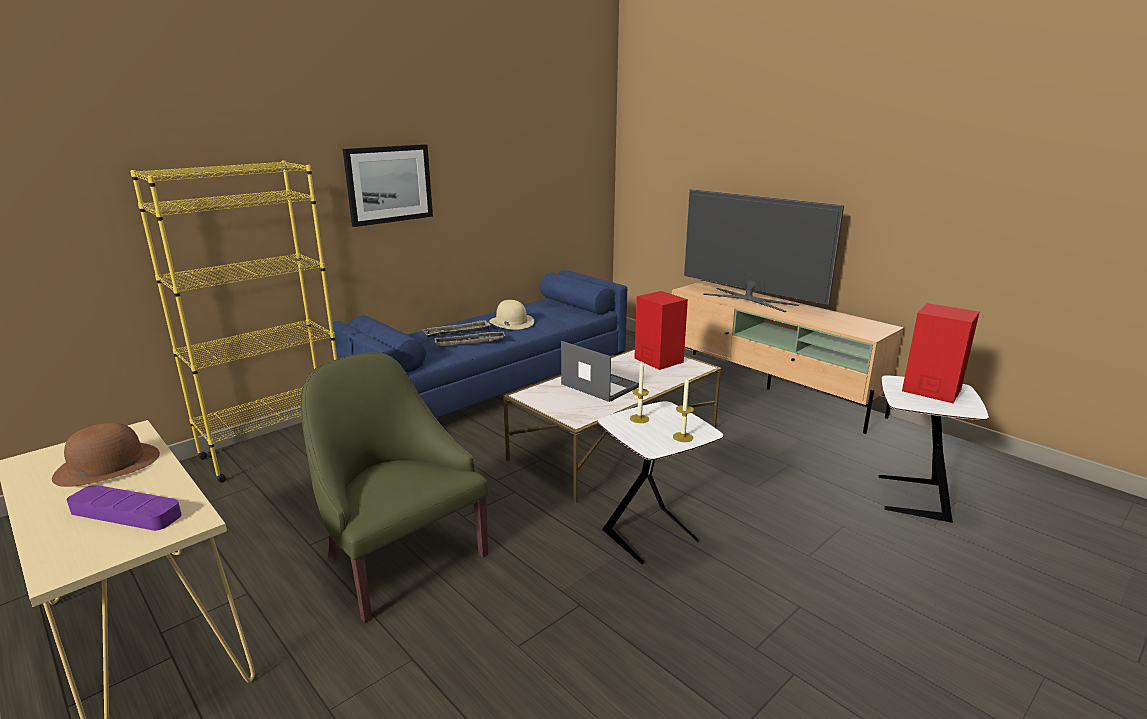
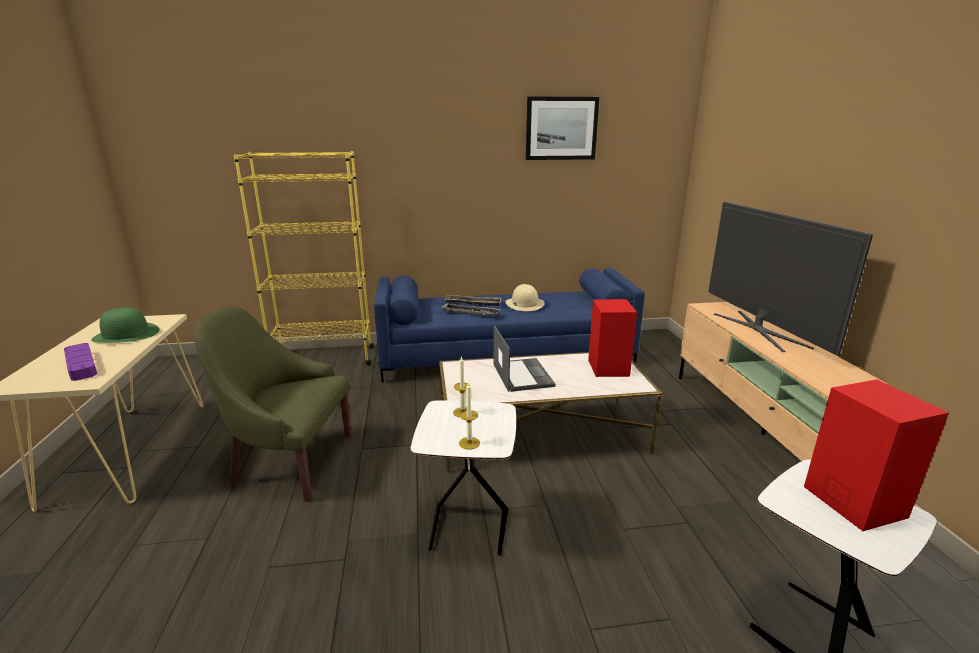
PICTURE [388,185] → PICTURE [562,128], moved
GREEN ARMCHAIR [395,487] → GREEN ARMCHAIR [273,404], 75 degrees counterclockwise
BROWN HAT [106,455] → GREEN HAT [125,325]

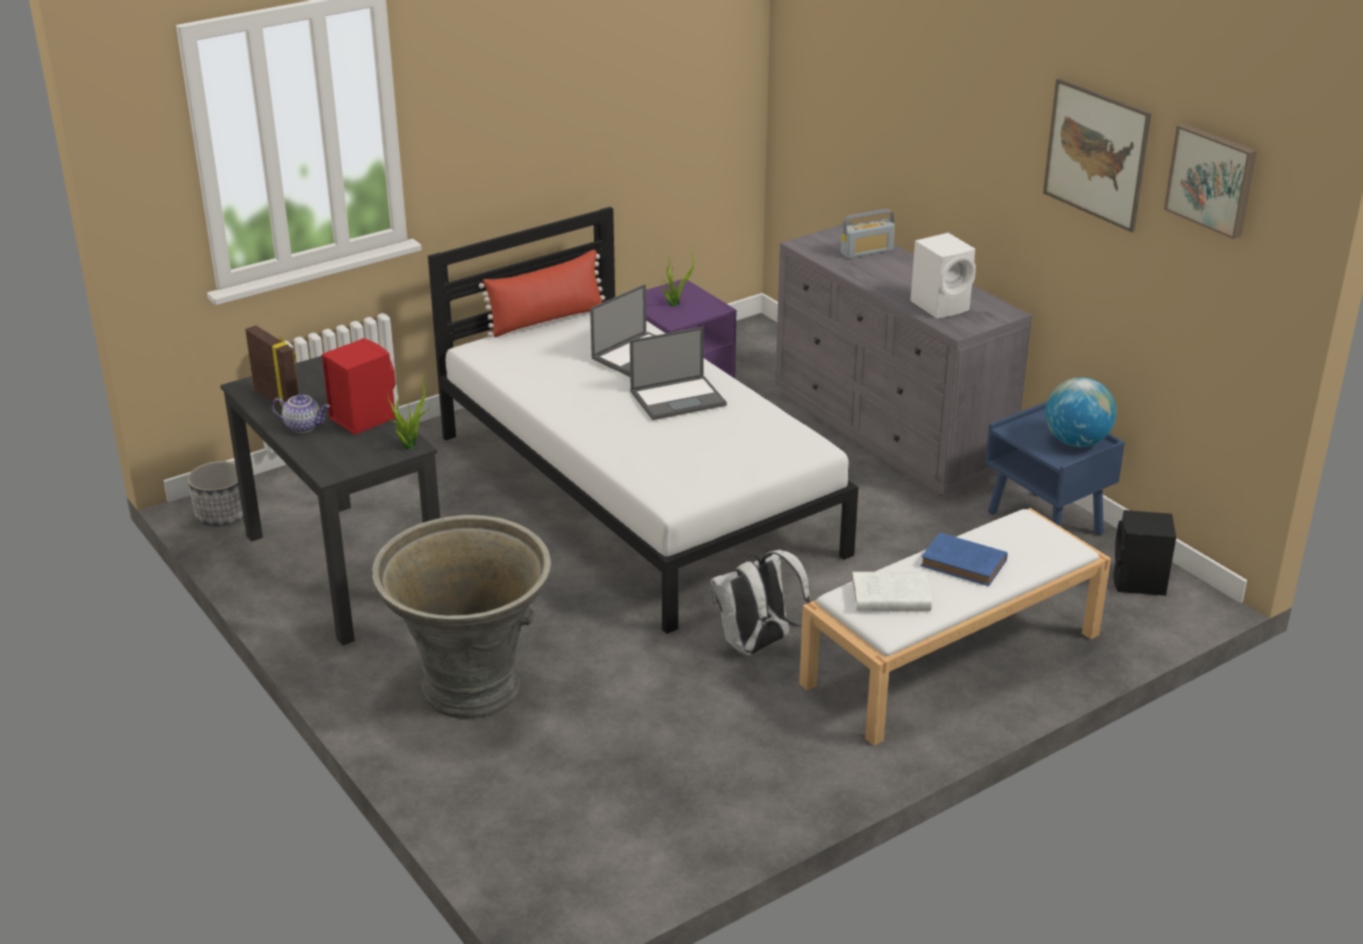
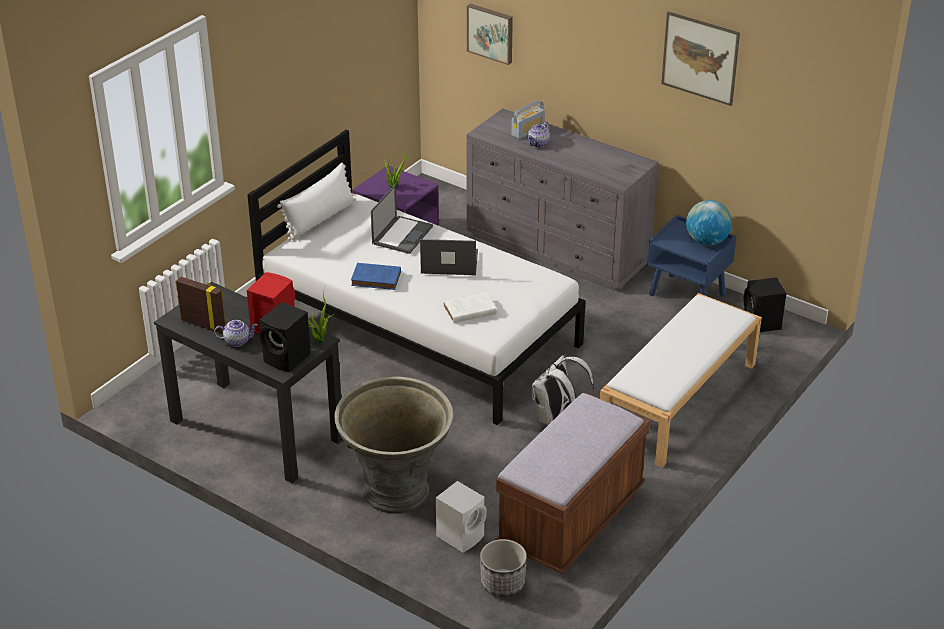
PICTURE [1210,181] → PICTURE [490,34], moved
WHITE SPEAKER [943,275] → WHITE SPEAKER [461,517], moved
RED PILLOW [542,293] → WHITE PILLOW [316,202]
LAPTOP [678,373] → LAPTOP [449,257], 135 degrees counterclockwise
PLANTER [215,493] → PLANTER [503,568], moved
BLUE BOOK [964,559] → BLUE BOOK [376,276], moved
WHITE BOOK [892,591] → WHITE BOOK [470,307], moved
- → TEAPOT [538,134]
- → BLACK SPEAKER [285,337]
- → BROWN BENCH [573,483]

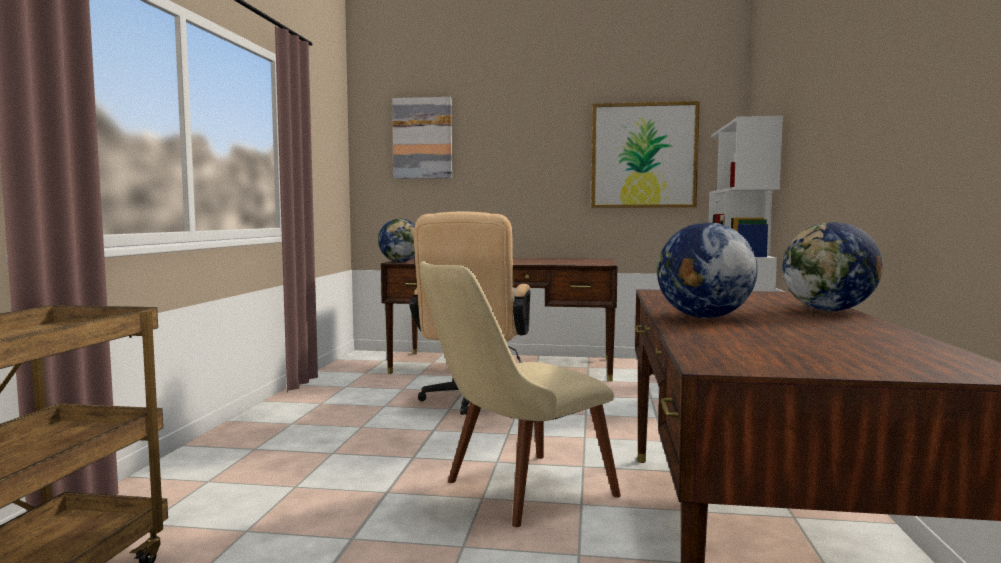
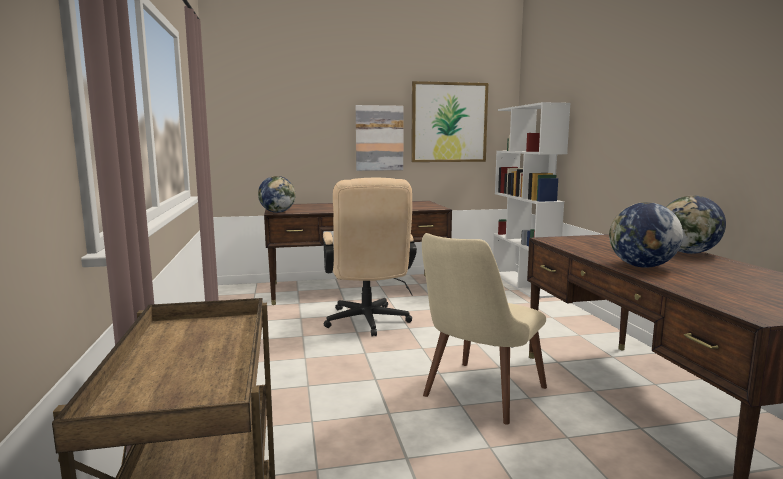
PICTURE [422,138] → PICTURE [380,138], moved

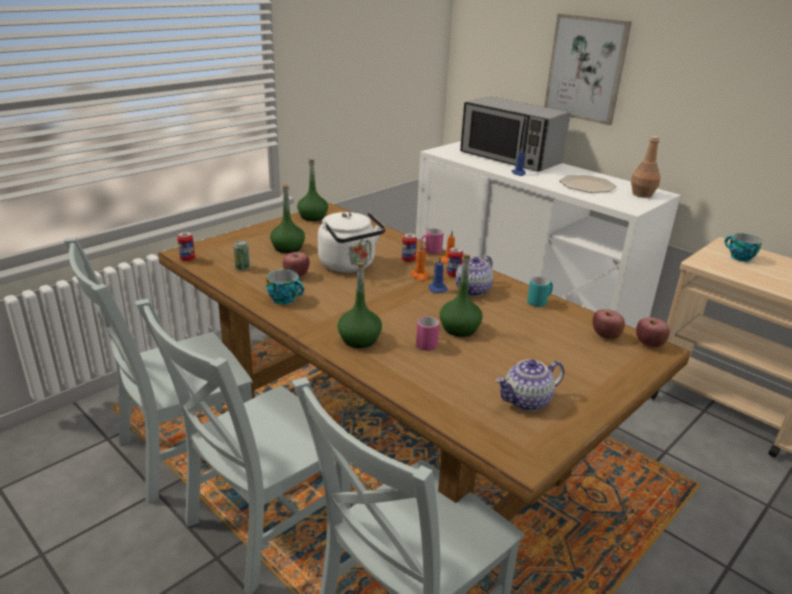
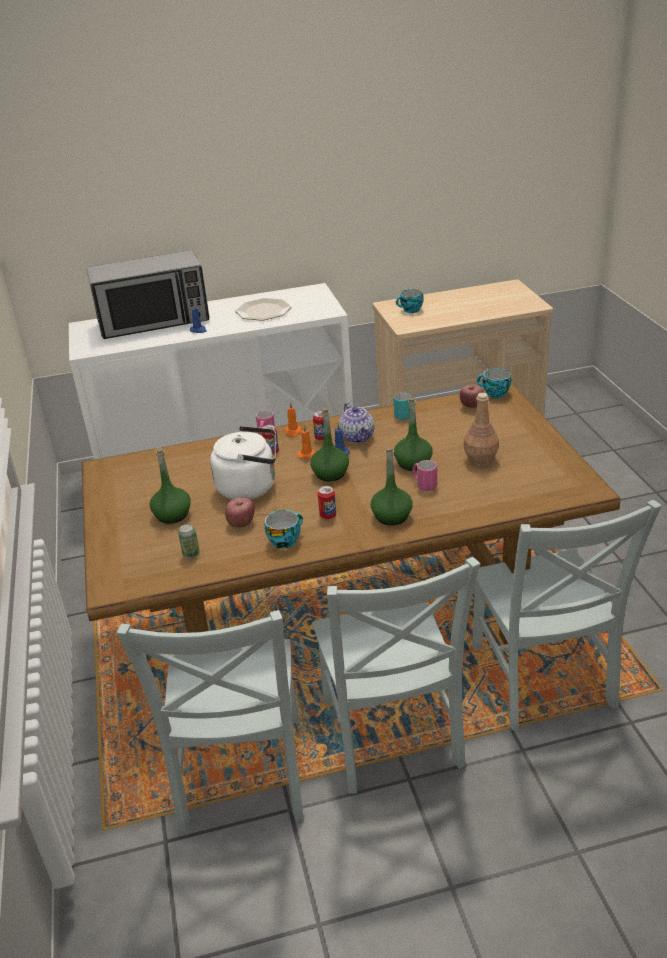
PICTURE [588,69] → -
BROWN BOTTLE [646,167] → BROWN BOTTLE [481,429], moved
GREEN BOTTLE [312,190] → GREEN BOTTLE [329,444], moved
CAN [186,247] → CAN [327,502], moved
APPLE [652,332] → CUP [494,383]
TEAPOT [530,385] → -

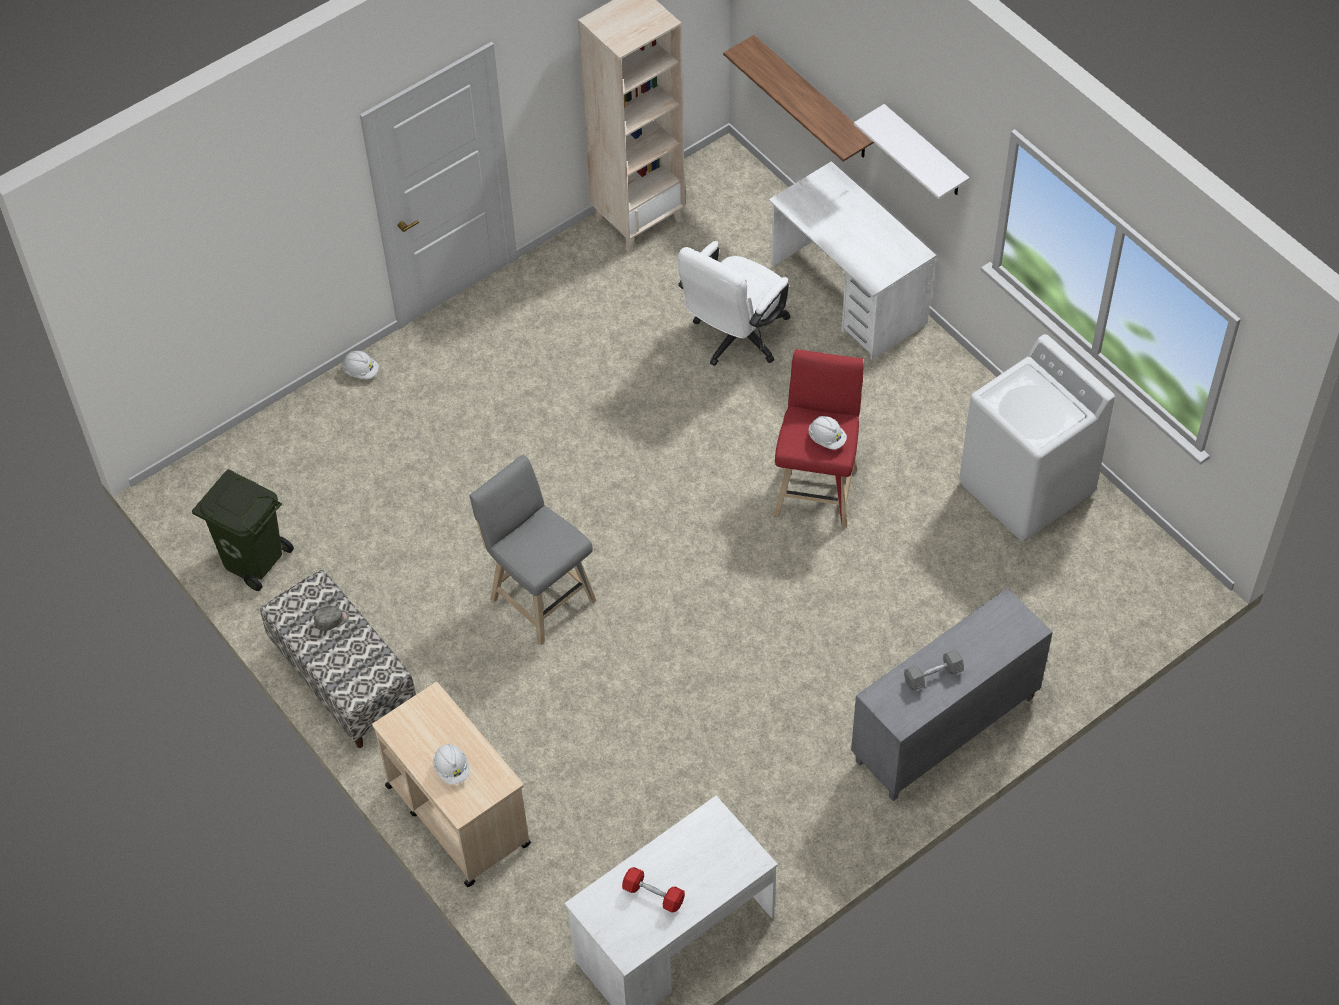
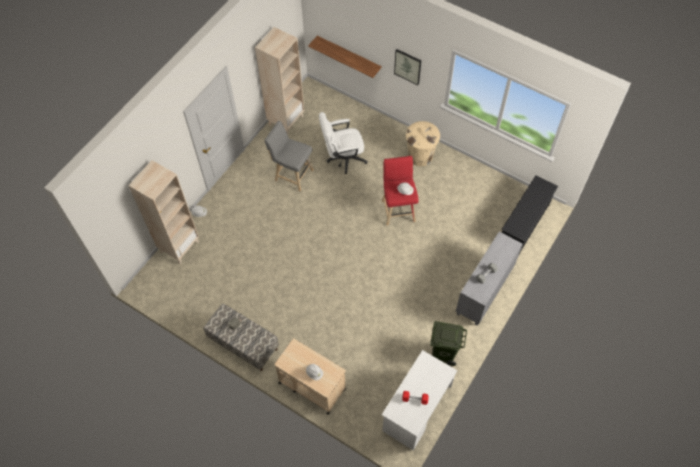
WHITE SHELF [911,151] → PICTURE [407,67]
WHITE DESK [853,260] → -
WHITE OFFICE CHAIR [734,303] → WHITE OFFICE CHAIR [343,143], 60 degrees clockwise
WHITE WASHING MACHINE [1037,438] → -
GREY STOOL [533,550] → GREY STOOL [289,156], moved
GREEN TRASH CAN [243,530] → GREEN TRASH CAN [448,343], moved
- → BEIGE TRASH CAN [423,144]
- → BEIGE BOOKCASE [163,212]
- → BLACK SHOE RACK [529,215]

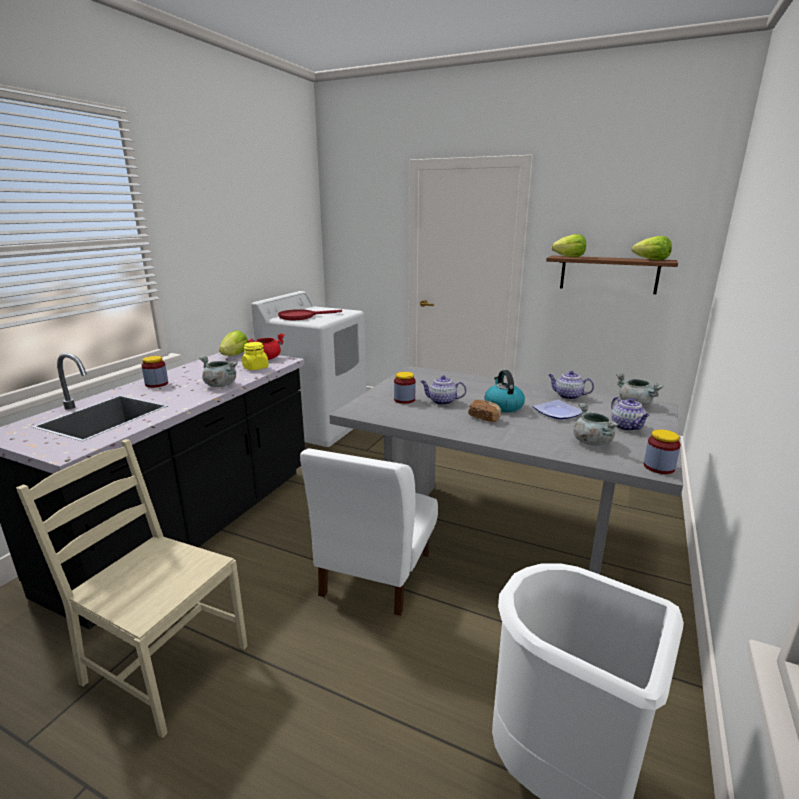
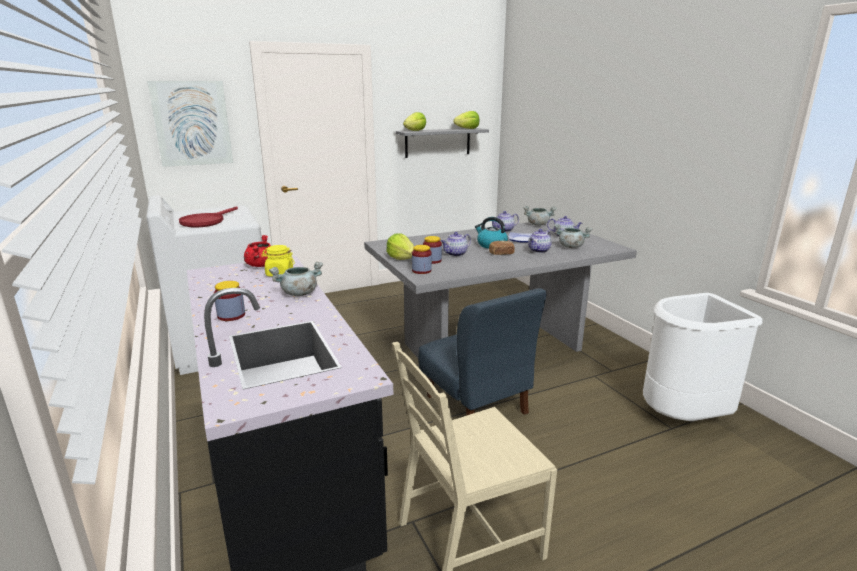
BROWN SHELF [612,274] → GREY SHELF [442,143]
LETTUCE [233,343] → LETTUCE [400,246], moved
JAR [662,451] → JAR [422,259], moved
WHITE CHAIR [369,532] → BLUE CHAIR [482,352]
- → PICTURE [190,124]
- → TEAPOT [540,241]

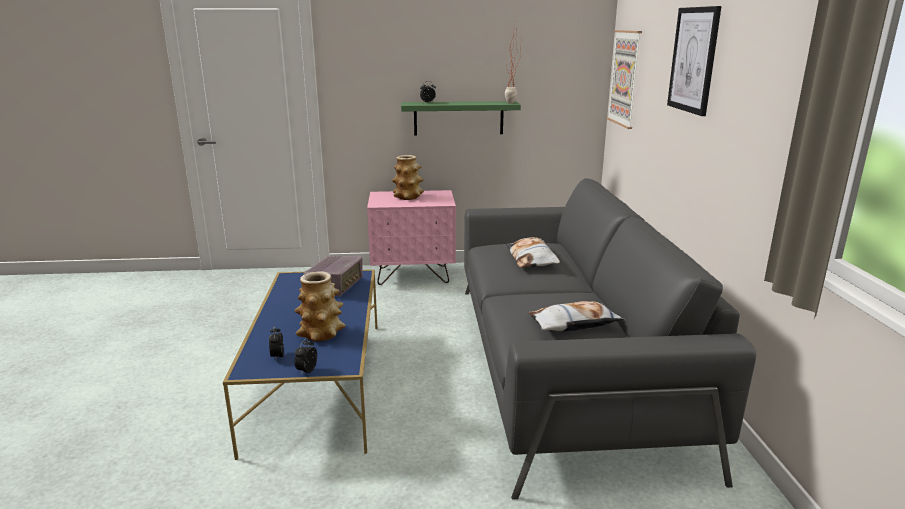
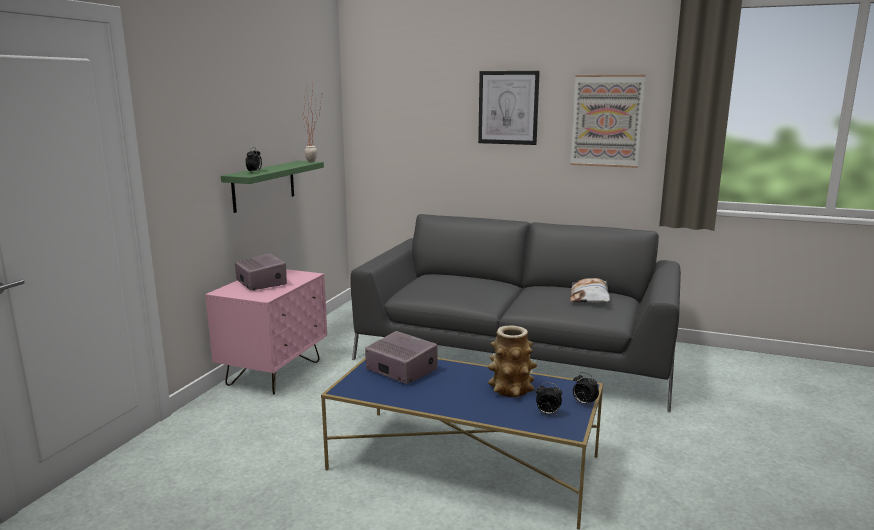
PICTURE [624,79] → PICTURE [607,121], moved
VASE [408,177] → RADIO [261,272]
PILLOW [533,252] → -

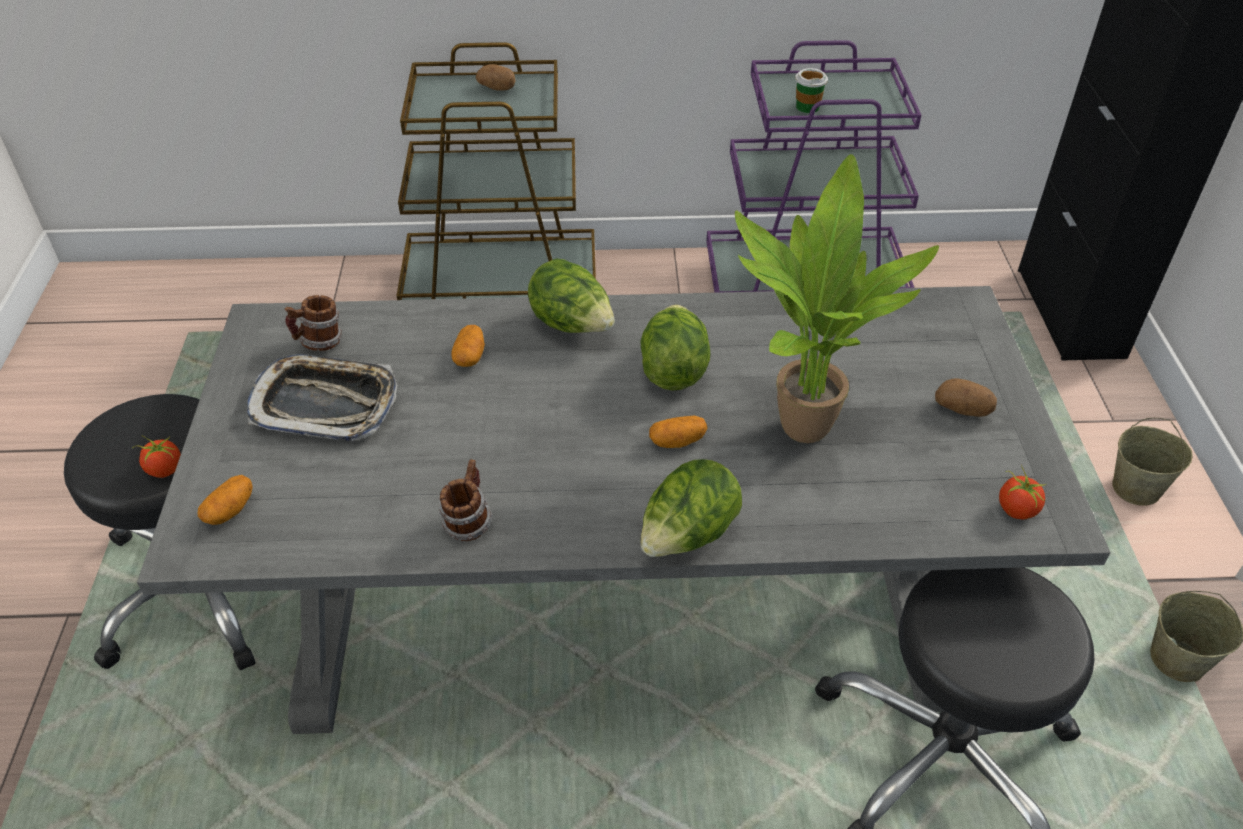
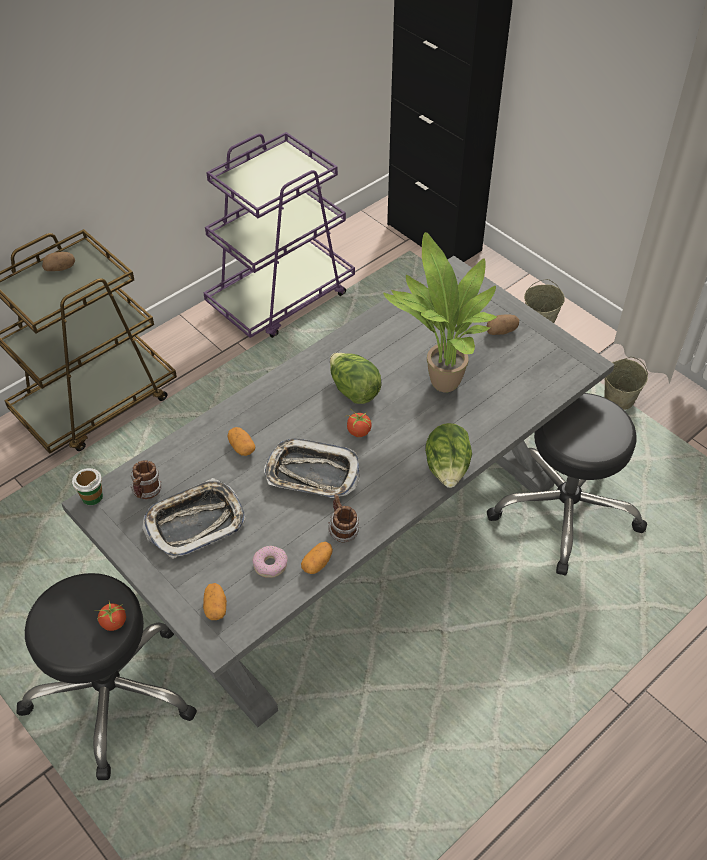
CUP [811,90] → CUP [87,486], moved
LETTUCE [571,296] → -
POTATO [678,431] → POTATO [317,558], moved
TOMATO [1023,492] → TOMATO [359,422], moved
- → TRAY [312,468]
- → DONUT [270,562]

